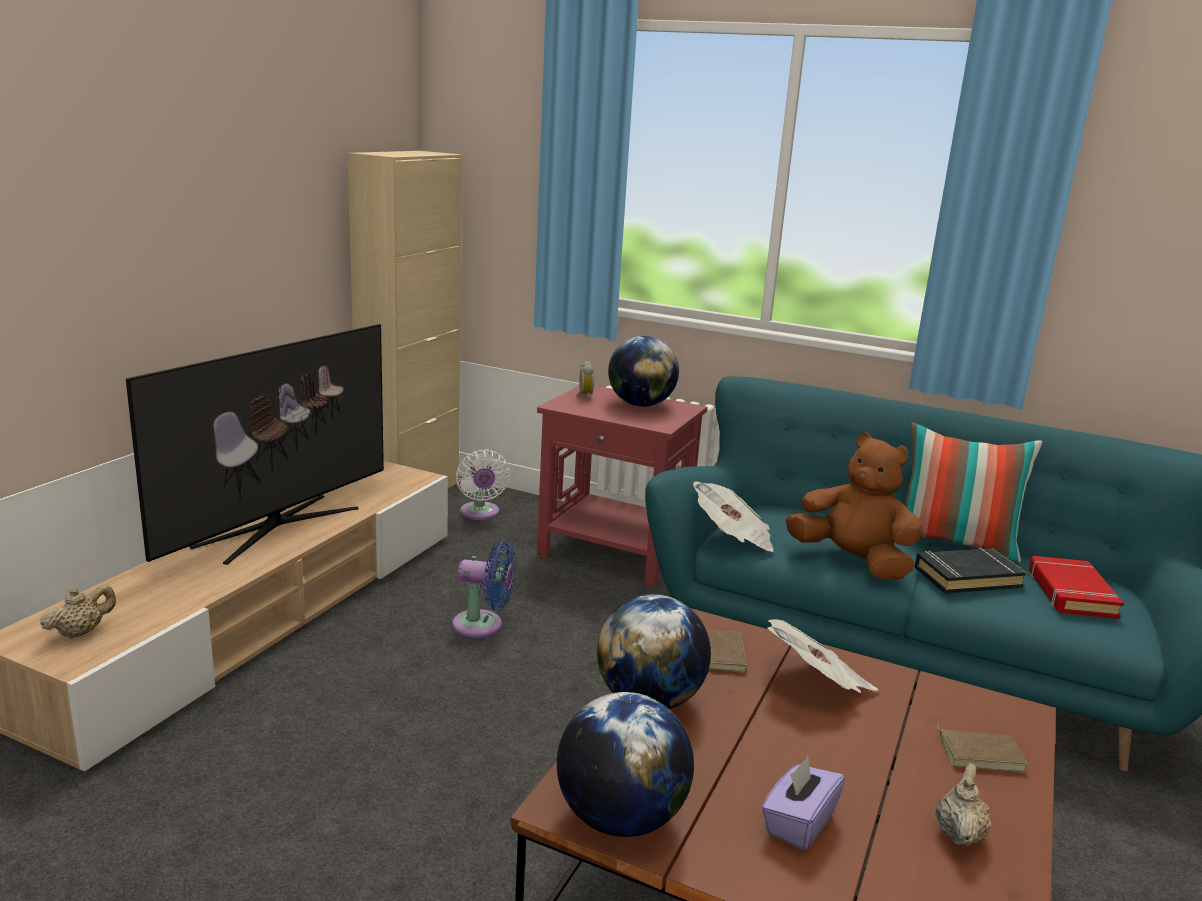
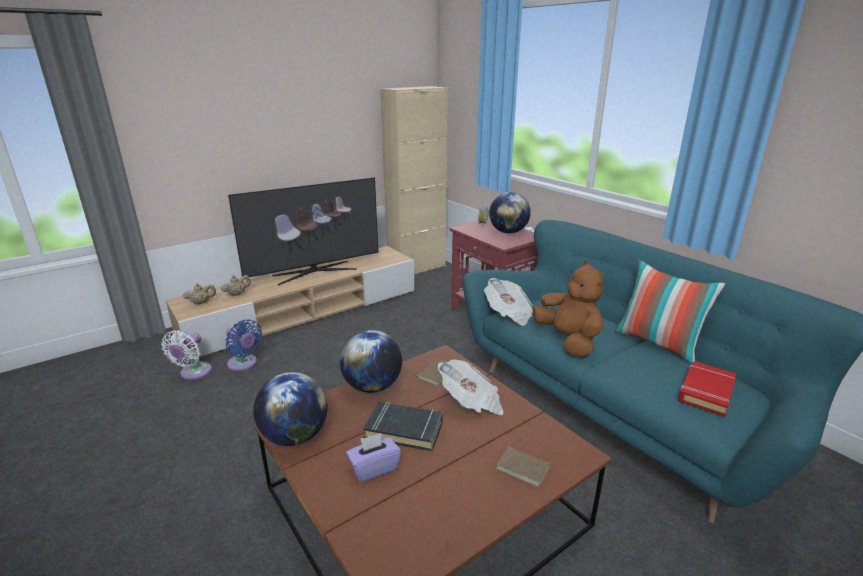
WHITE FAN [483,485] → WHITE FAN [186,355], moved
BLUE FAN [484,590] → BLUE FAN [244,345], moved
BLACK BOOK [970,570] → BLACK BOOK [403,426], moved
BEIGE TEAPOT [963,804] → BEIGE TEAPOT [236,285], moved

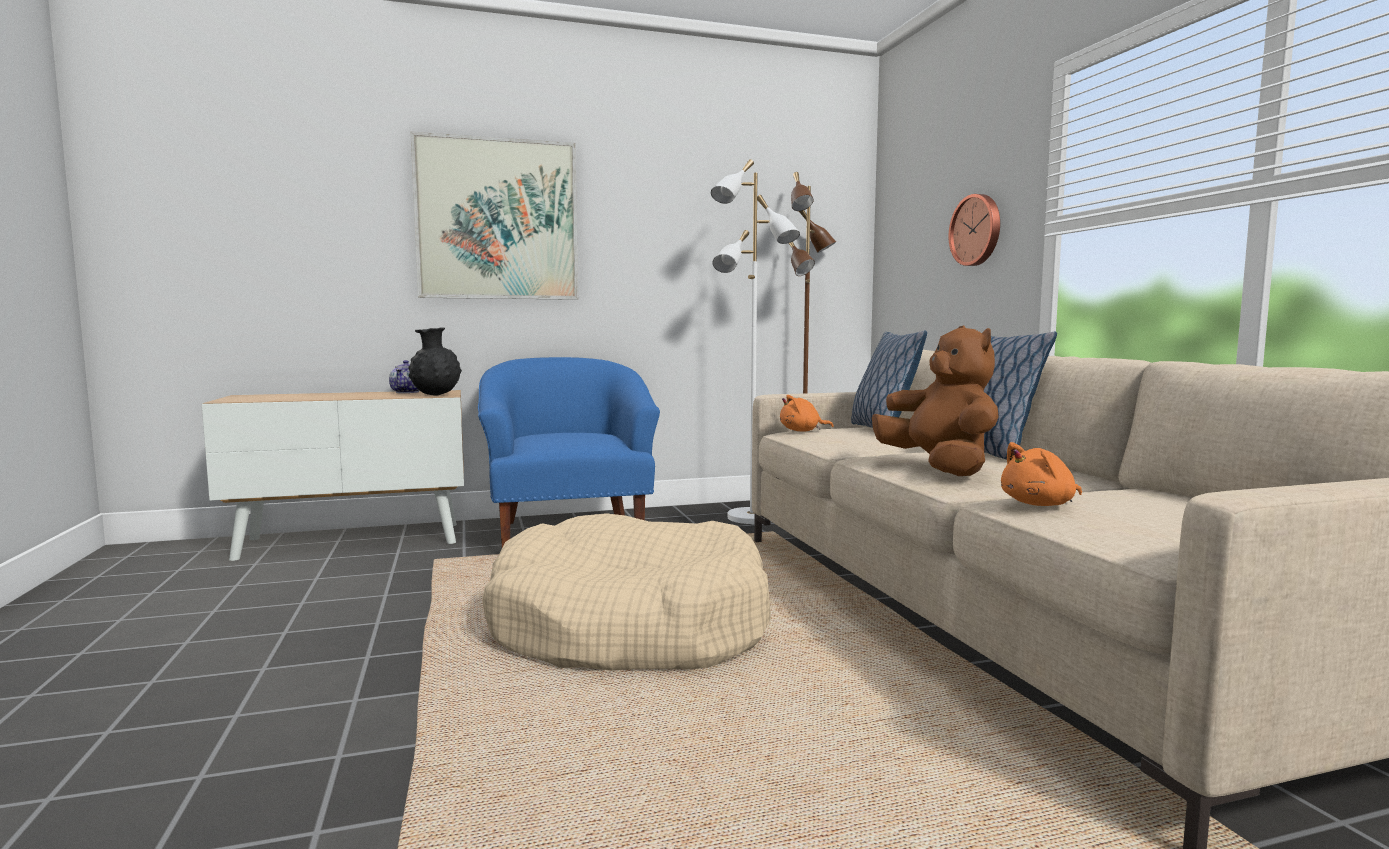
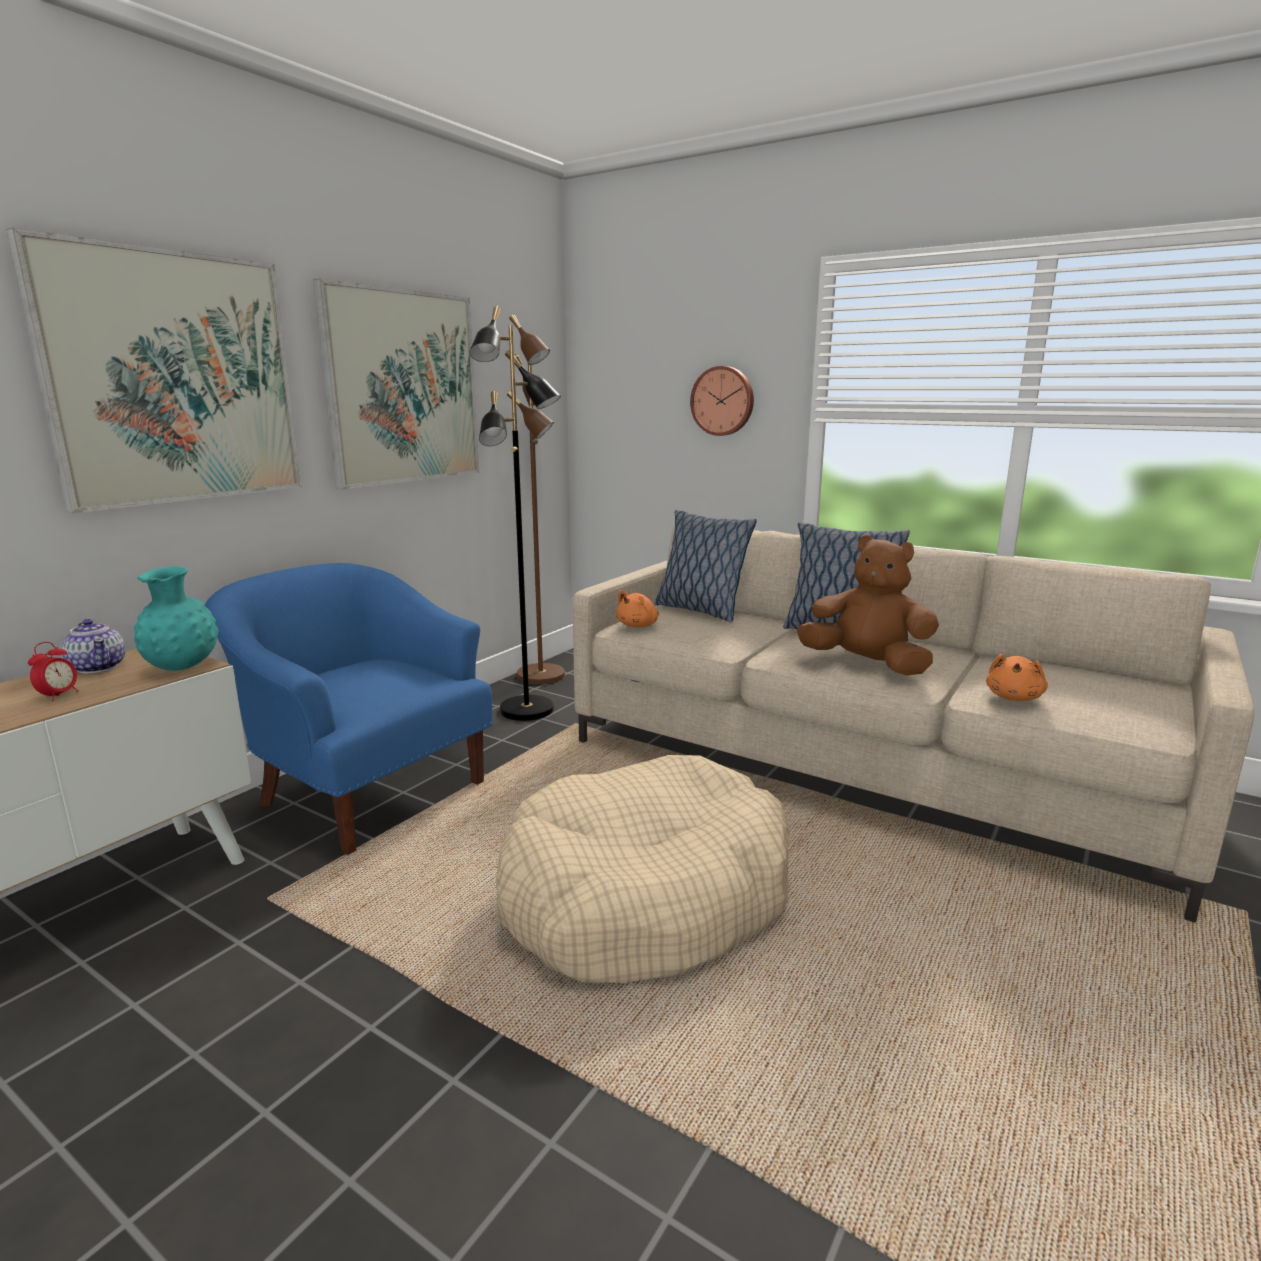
WHITE FLOOR LAMP [755,341] → BLACK FLOOR LAMP [515,513]
BLACK VASE [435,361] → TURQUOISE VASE [176,618]
- → PICTURE [396,384]
- → ALARM CLOCK [53,671]

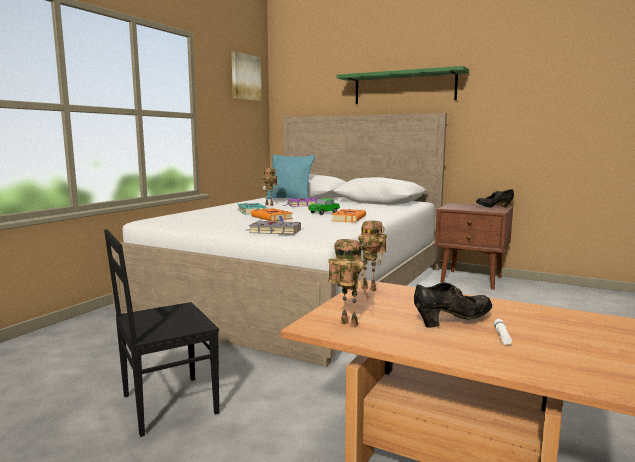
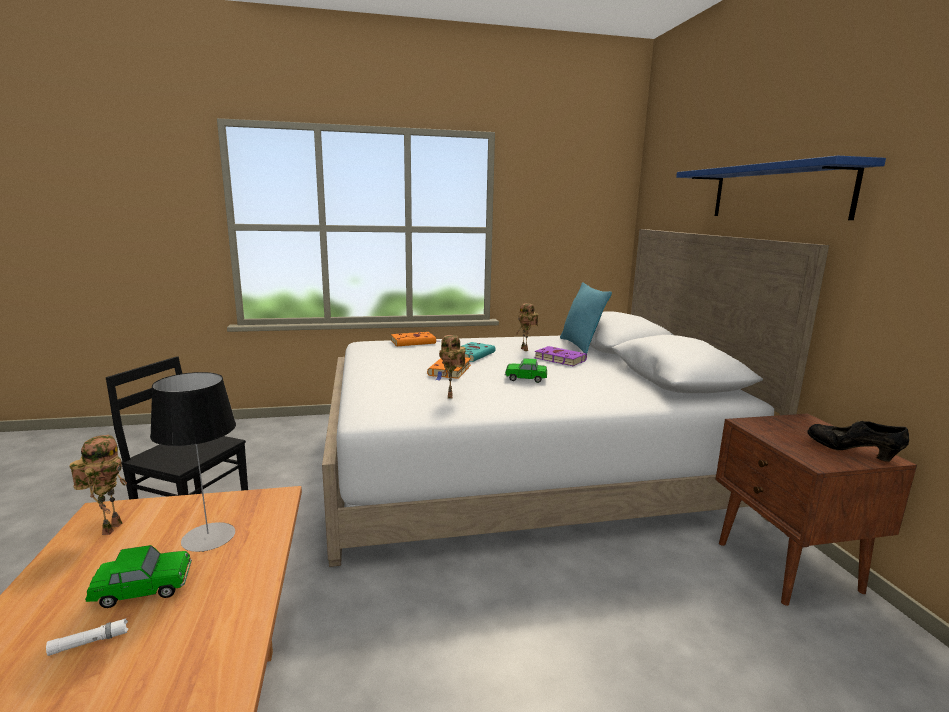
PICTURE [246,76] → -
GREEN SHELF [403,85] → BLUE SHELF [781,188]
ORANGE BOOK [348,216] → ORANGE BOOK [415,339], moved
TOY ROBOT [372,255] → TOY ROBOT [452,367], moved
GREY BOOK [275,228] → -
BLACK SHOE [453,305] → TOY CAR [138,576]
- → TABLE LAMP [193,462]

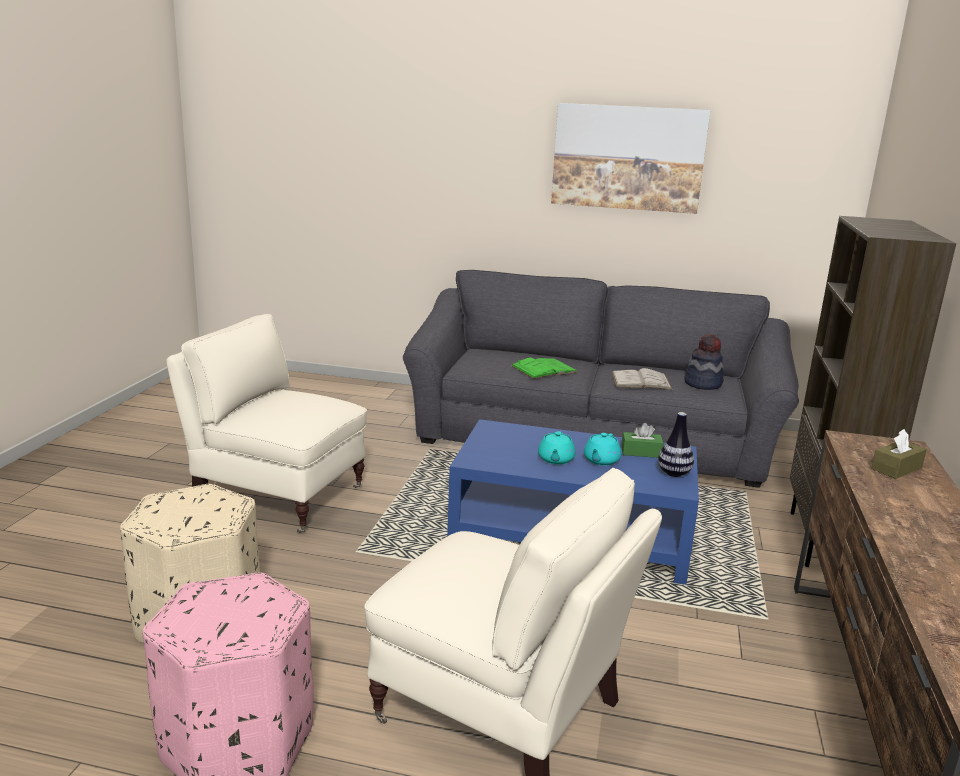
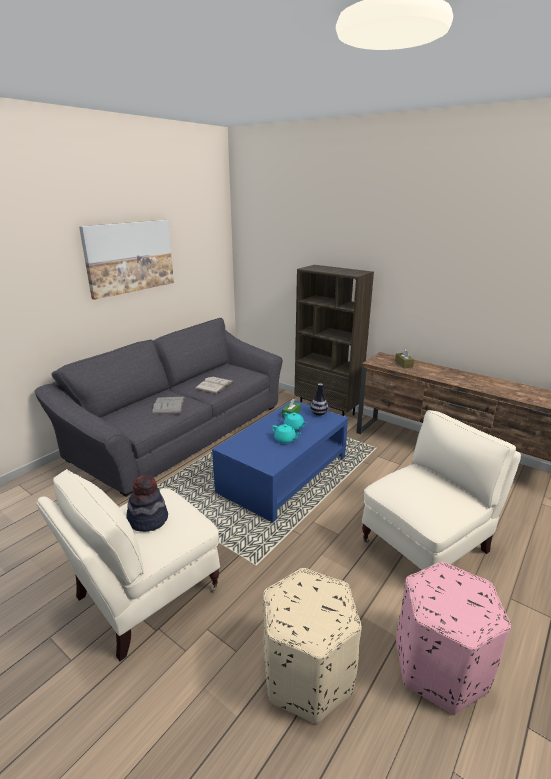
HAT [704,362] → HAT [147,503], moved
GREEN BOOK [544,368] → GREY BOOK [168,405]

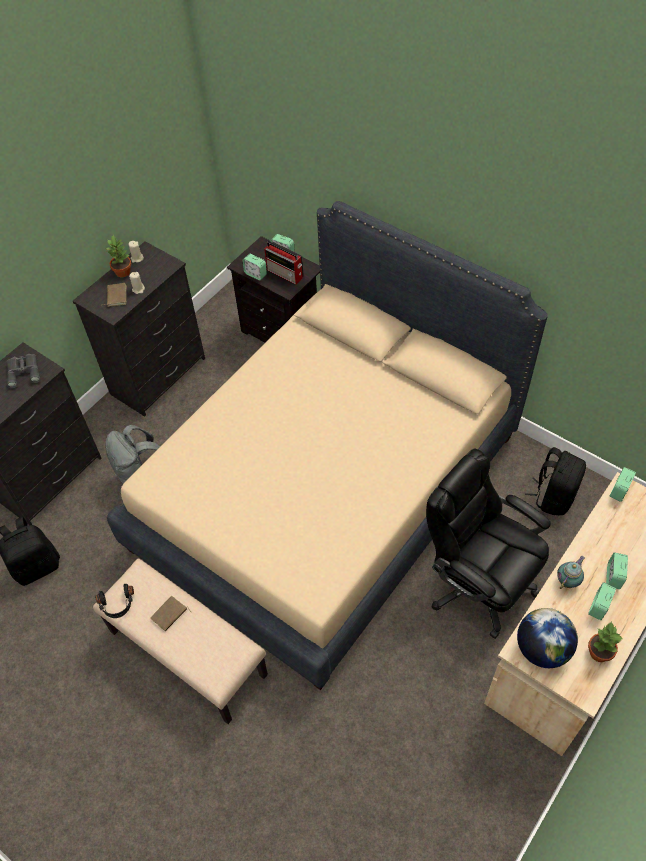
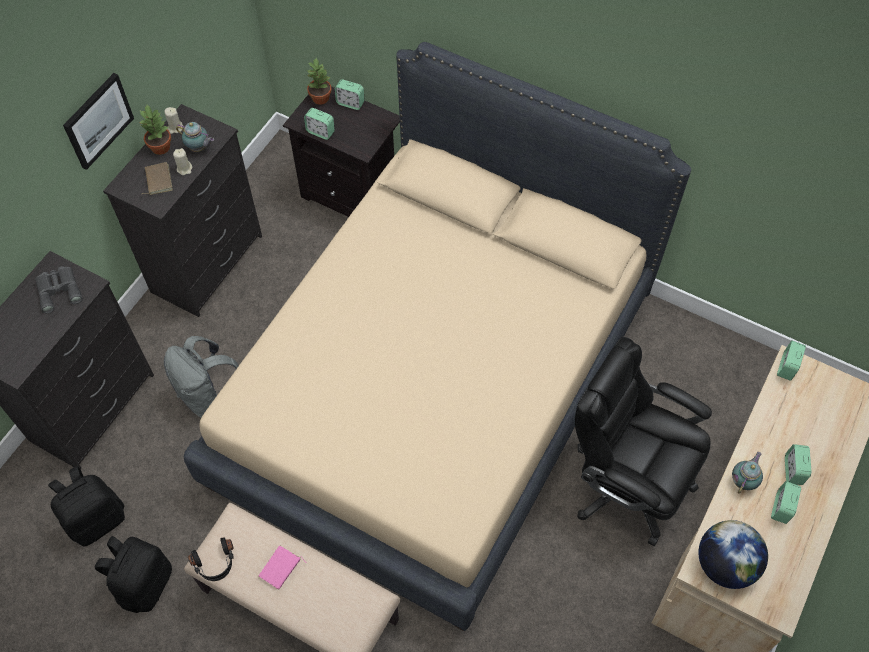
RADIO [284,263] → -
BLACK BACKPACK [555,481] → BLACK BACKPACK [133,574], moved
BROWN BOOK [170,613] → PINK BOOK [283,567]
POTTED PLANT [605,642] → POTTED PLANT [319,81], moved
- → PICTURE [98,121]
- → TEAPOT [195,137]

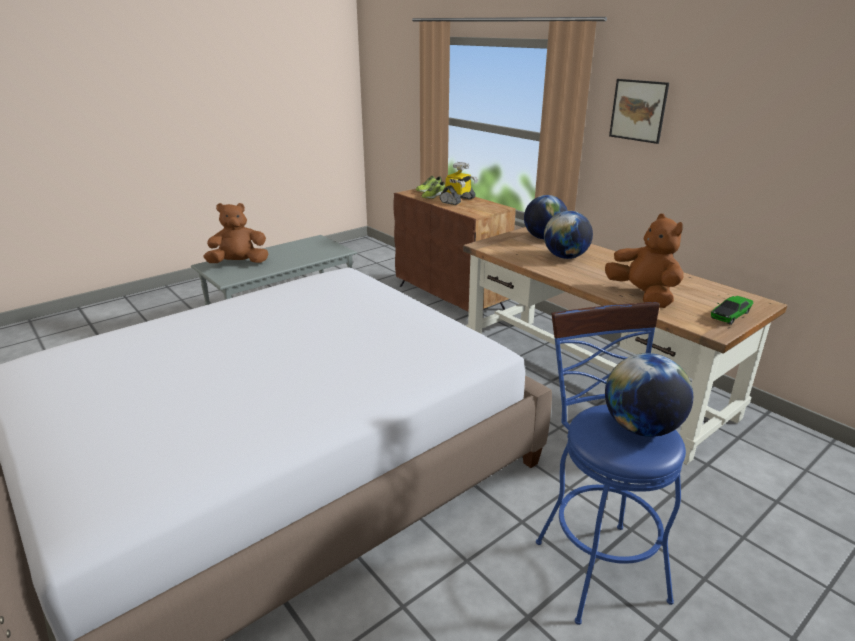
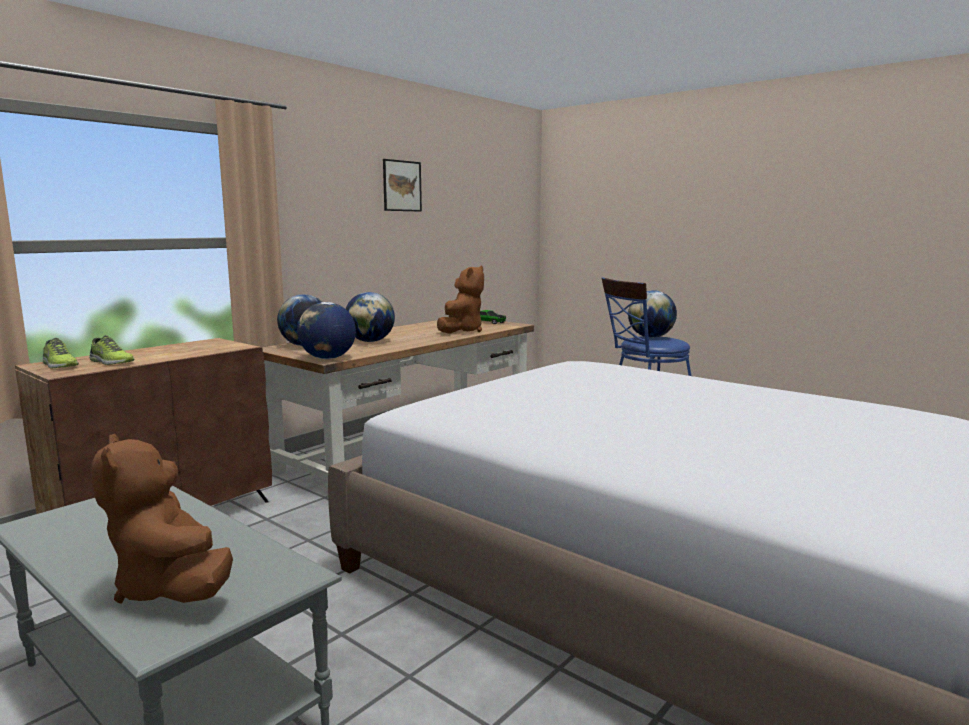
PICTURE [639,111] → PICTURE [402,185], moved
TOY ROBOT [459,183] → -
BROWN PLUSH TOY [644,261] → BROWN PLUSH TOY [460,299], 150 degrees clockwise
- → GLOBE [326,330]

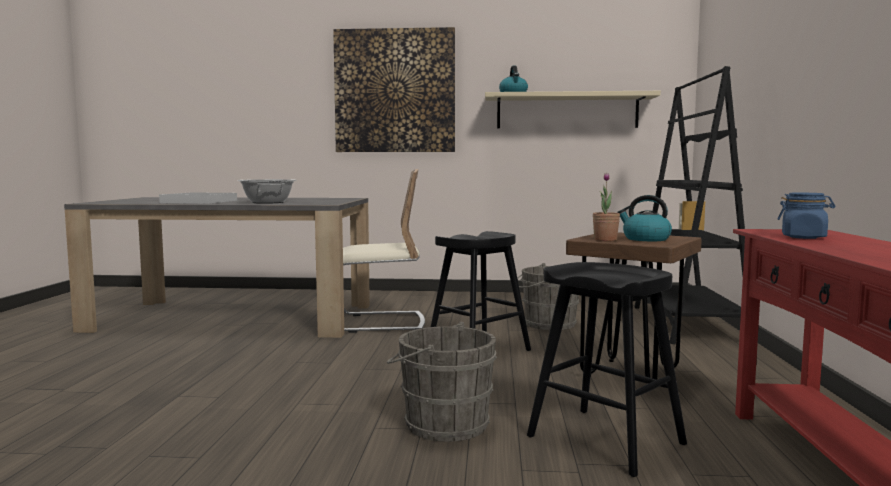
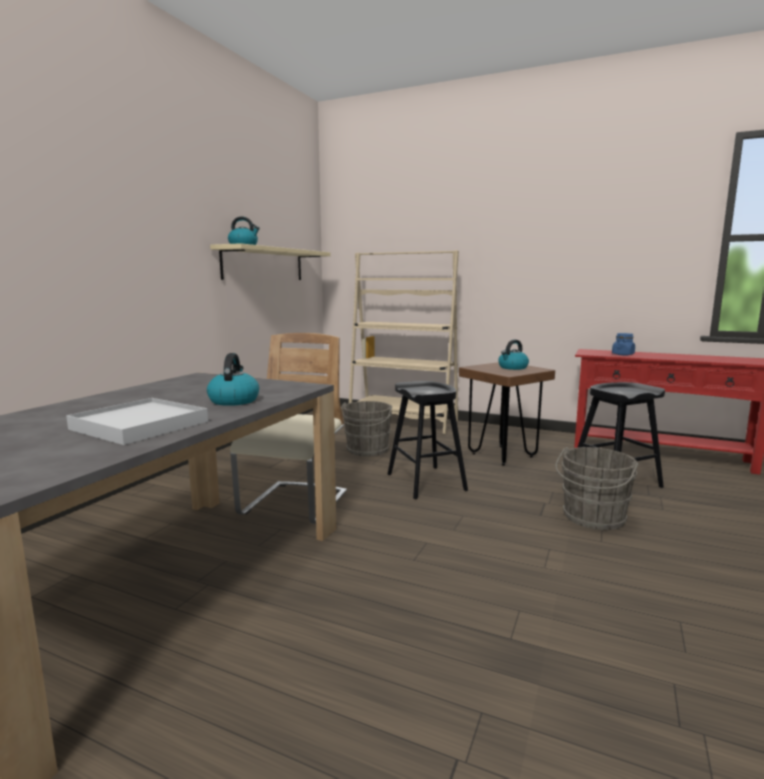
PICTURE [394,89] → -
BLACK BOOKCASE [689,205] → BEIGE BOOKCASE [404,342]
POTTED PLANT [606,207] → -
COOKING POT [267,191] → KETTLE [233,379]

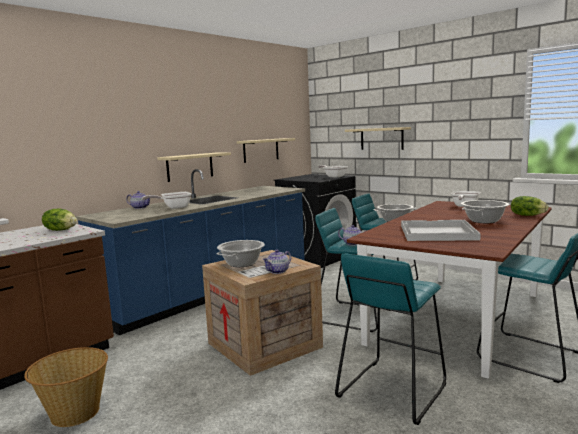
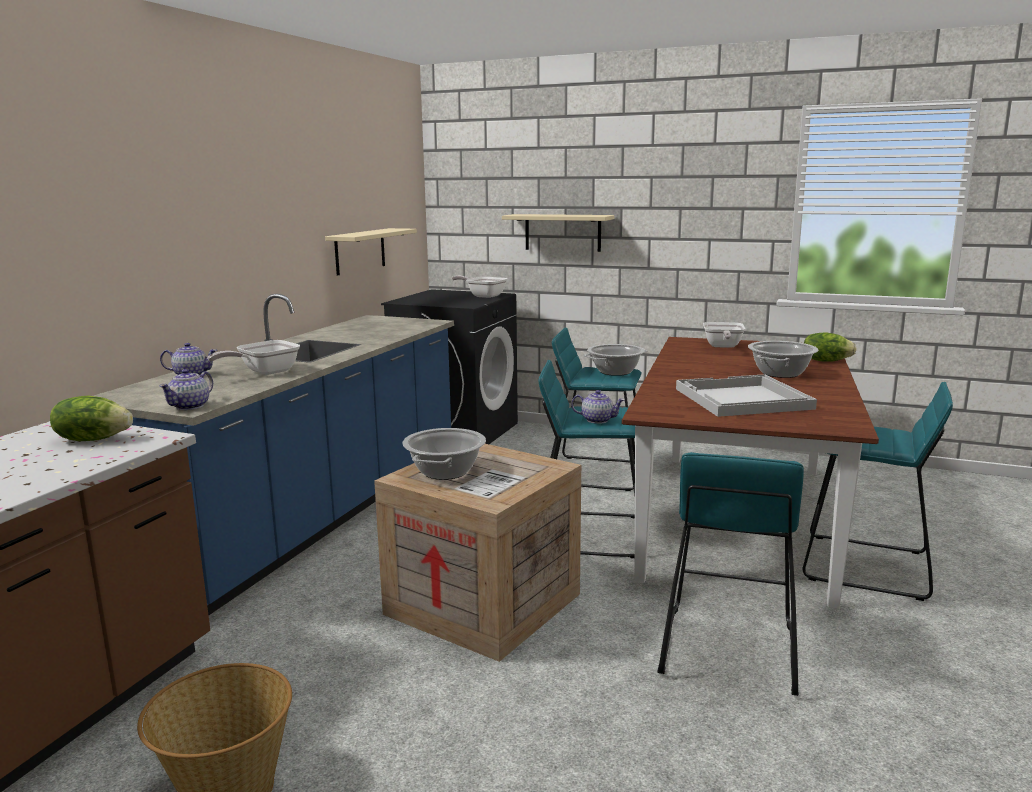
BEIGE SHELF [194,167] → -
TEAPOT [276,262] → TEAPOT [186,389], moved

